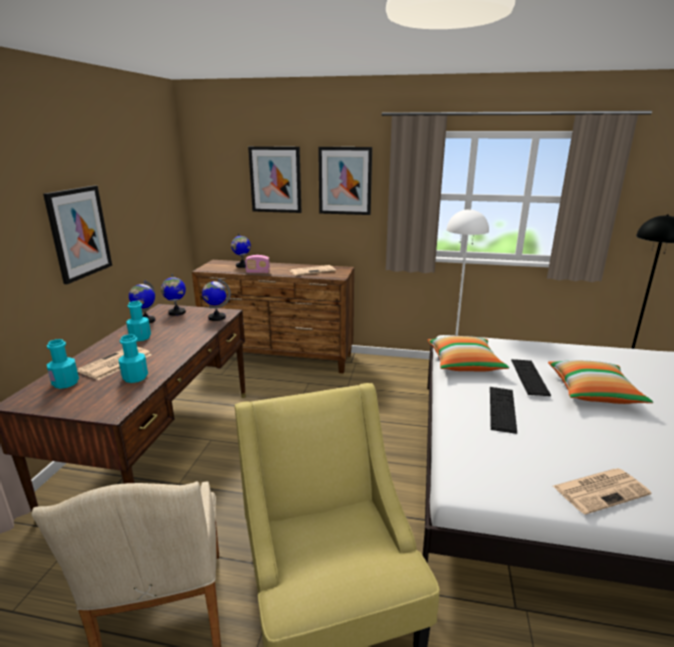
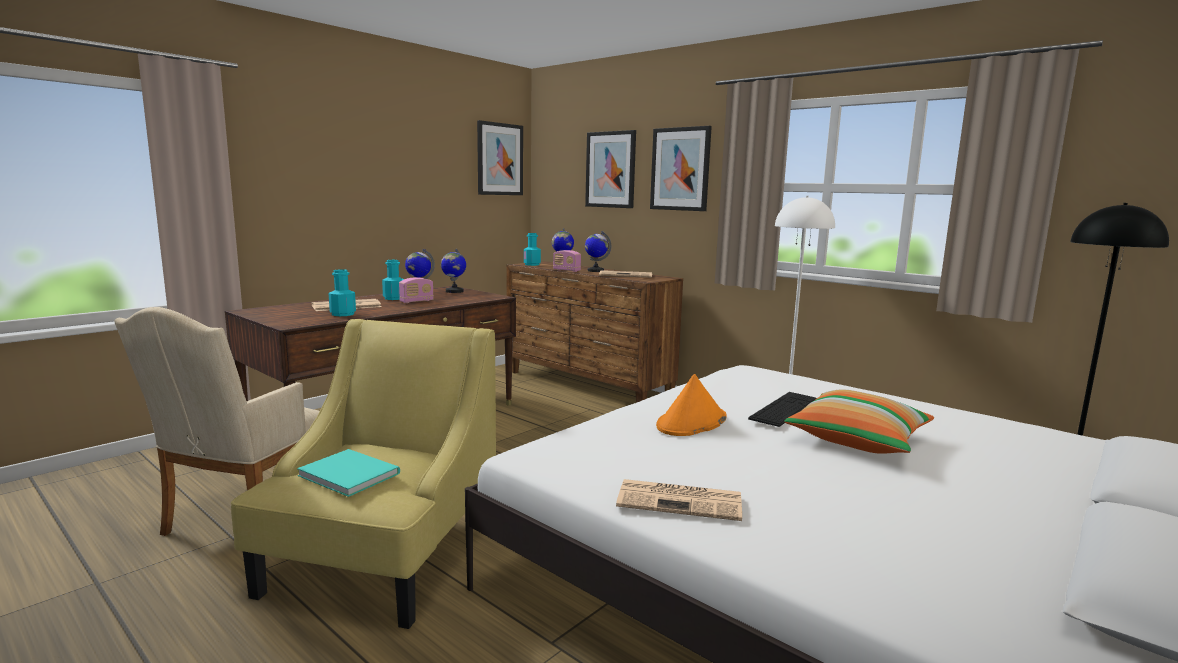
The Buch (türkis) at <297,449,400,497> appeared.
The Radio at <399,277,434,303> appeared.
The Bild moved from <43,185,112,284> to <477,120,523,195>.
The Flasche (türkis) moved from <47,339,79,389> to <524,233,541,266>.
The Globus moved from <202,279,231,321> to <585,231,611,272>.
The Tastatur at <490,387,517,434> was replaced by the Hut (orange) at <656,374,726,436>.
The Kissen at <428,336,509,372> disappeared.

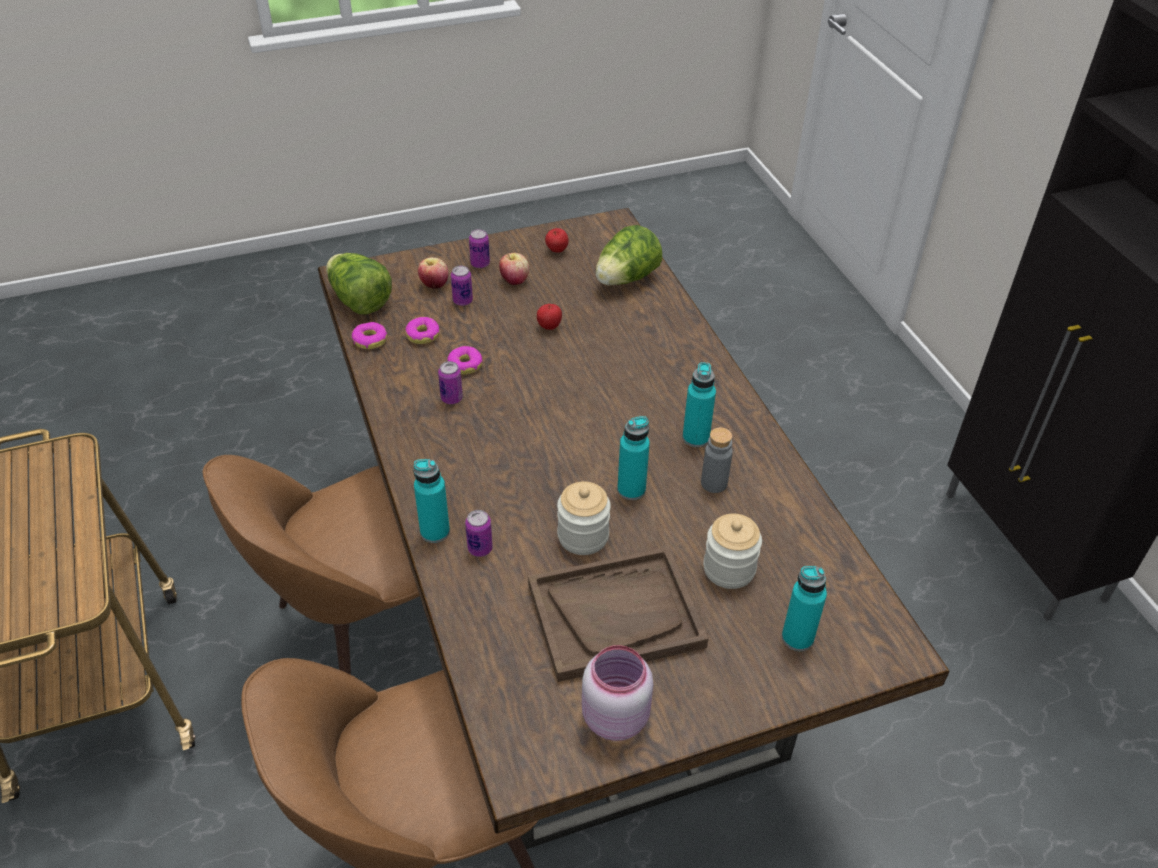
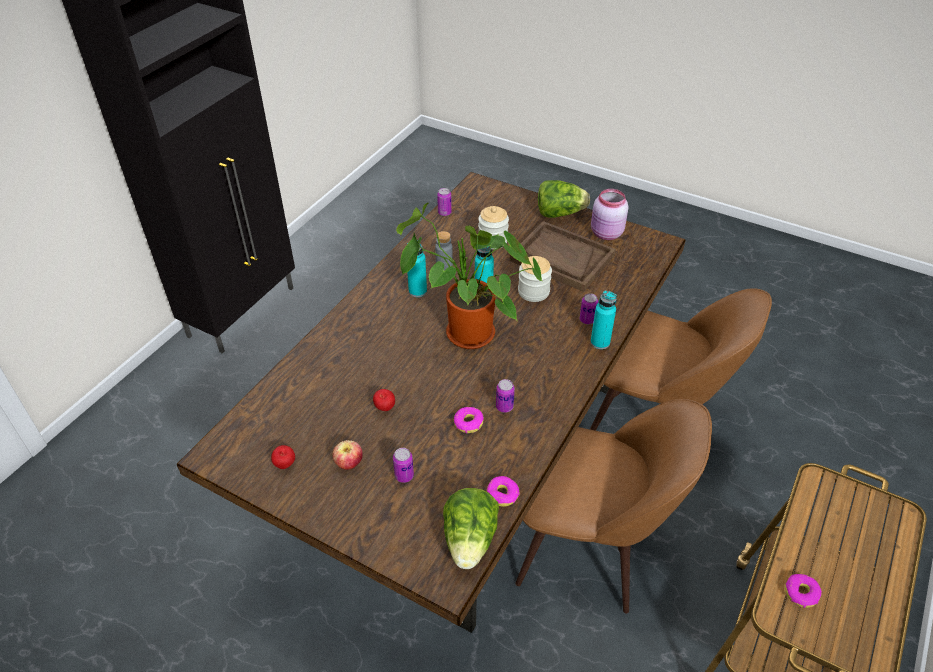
The Topfpflanze at <396,202,543,349> appeared.
The Dose moved from <469,229,490,268> to <437,188,452,216>.
The Salatkopf moved from <595,225,662,286> to <538,180,590,218>.
The Donut moved from <405,317,439,344> to <785,574,822,608>.
The Apfel at <418,257,448,289> disappeared.
The Flasche (türkis) at <782,566,827,651> disappeared.

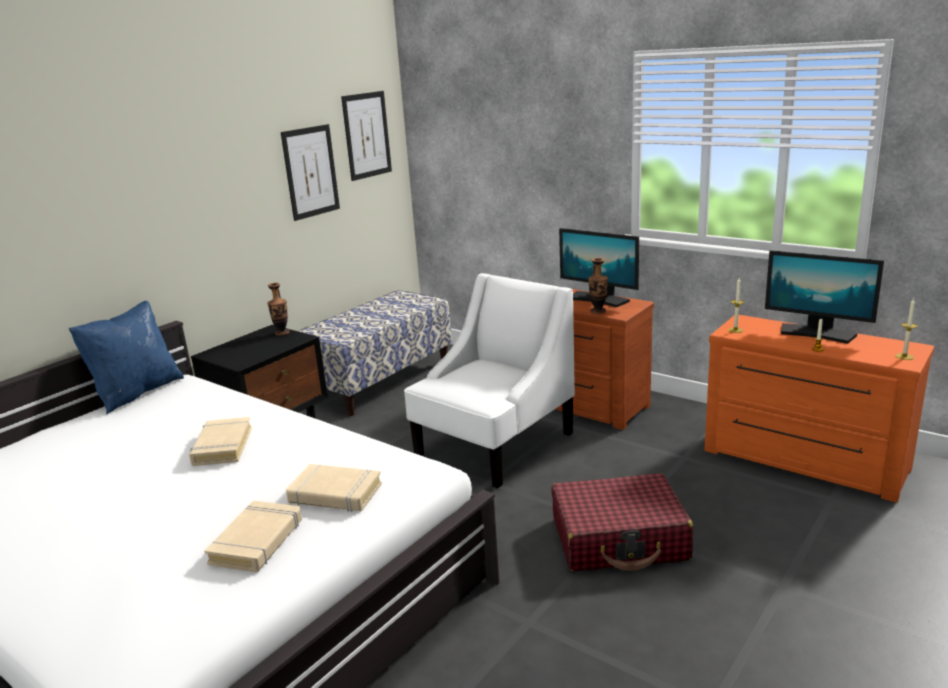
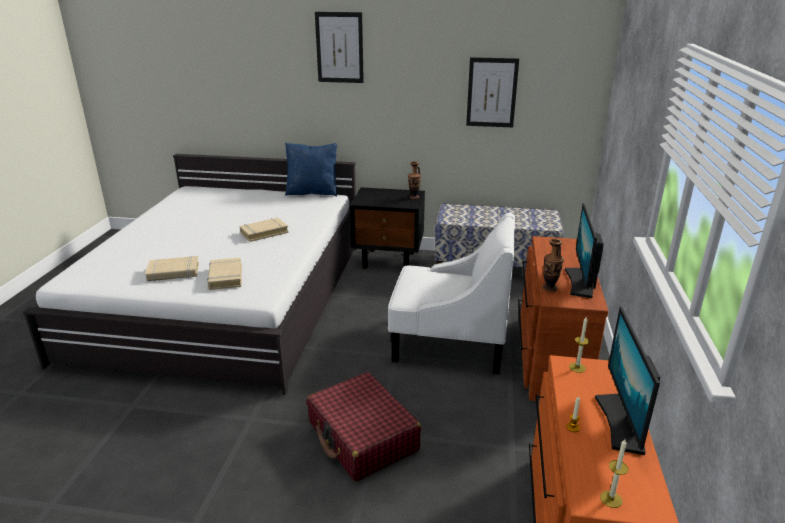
The Bild moved from <341,91,392,181> to <315,12,364,83>.

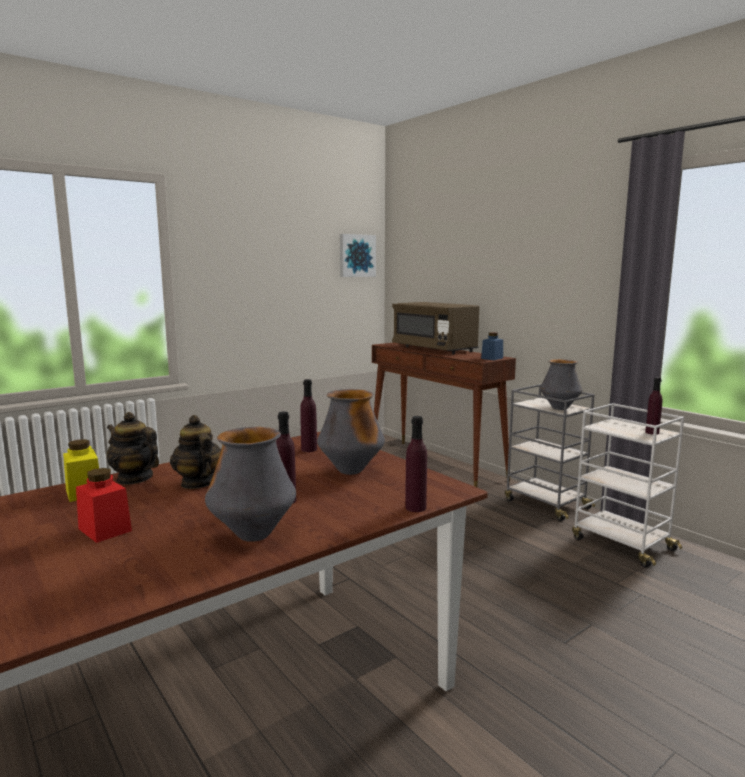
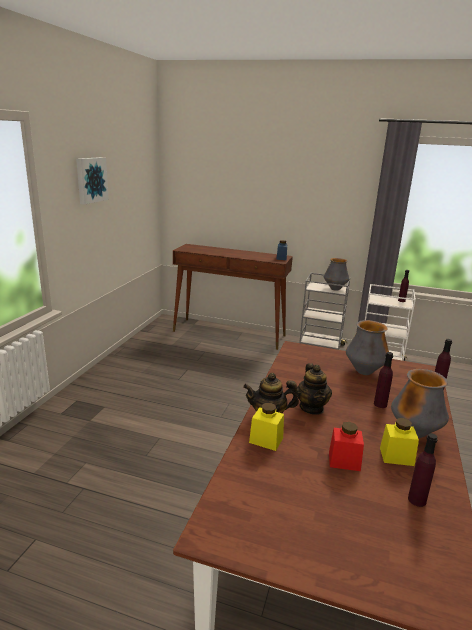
The Bild moved from <340,234,376,277> to <76,157,109,204>.
The Teekanne at <170,415,221,489> turned 120 degrees counterclockwise.
The Vorratsglas (gelb) at <380,418,419,466> appeared.
The Flasche (lila) moved from <300,379,317,452> to <408,433,438,507>.
The Mikrowelle (braun) at <392,302,479,354> disappeared.

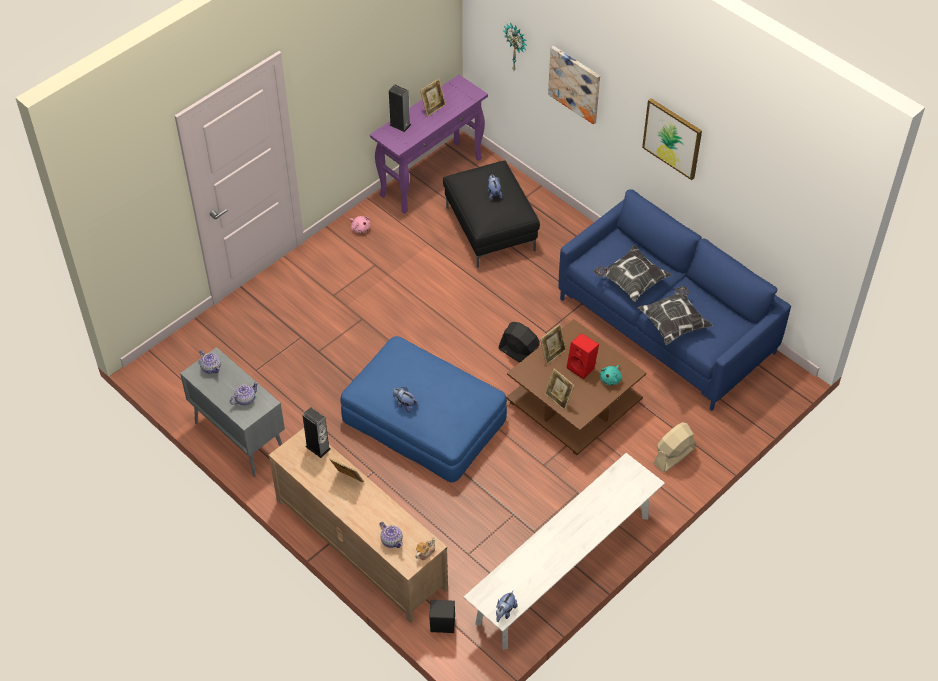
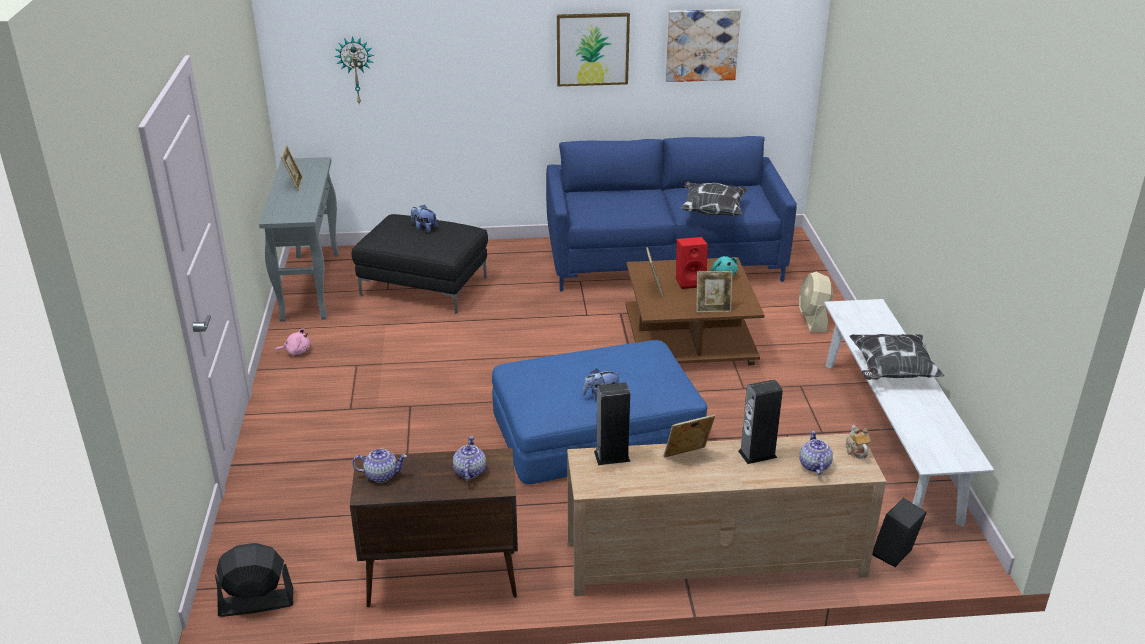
The Ventilator (schwarz) moved from <499,322,540,362> to <215,543,293,617>.
The Konsolentisch (lila) at <370,75,488,214> became the Konsolentisch (grau) at <259,157,339,322>.
The Schrank (grau) at <180,347,285,477> became the Schrank (braun) at <350,448,518,607>.
The Bild moved from <548,46,600,125> to <666,9,741,82>.
The Lautsprecher moved from <389,84,411,132> to <738,379,783,464>.
The Teekanne at <379,522,403,548> turned 90 degrees counterclockwise.
The Kissen moved from <594,245,672,302> to <850,334,945,380>.
The Plüschtier at <496,591,518,622> disappeared.

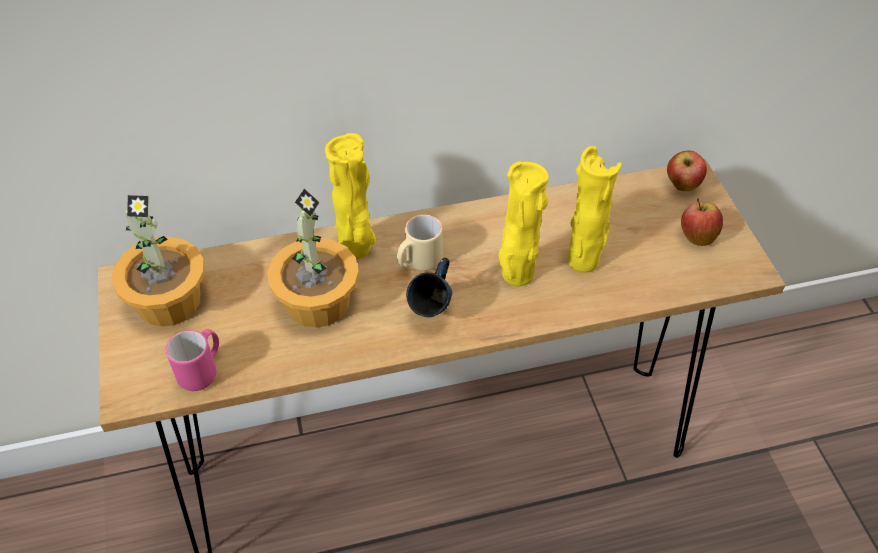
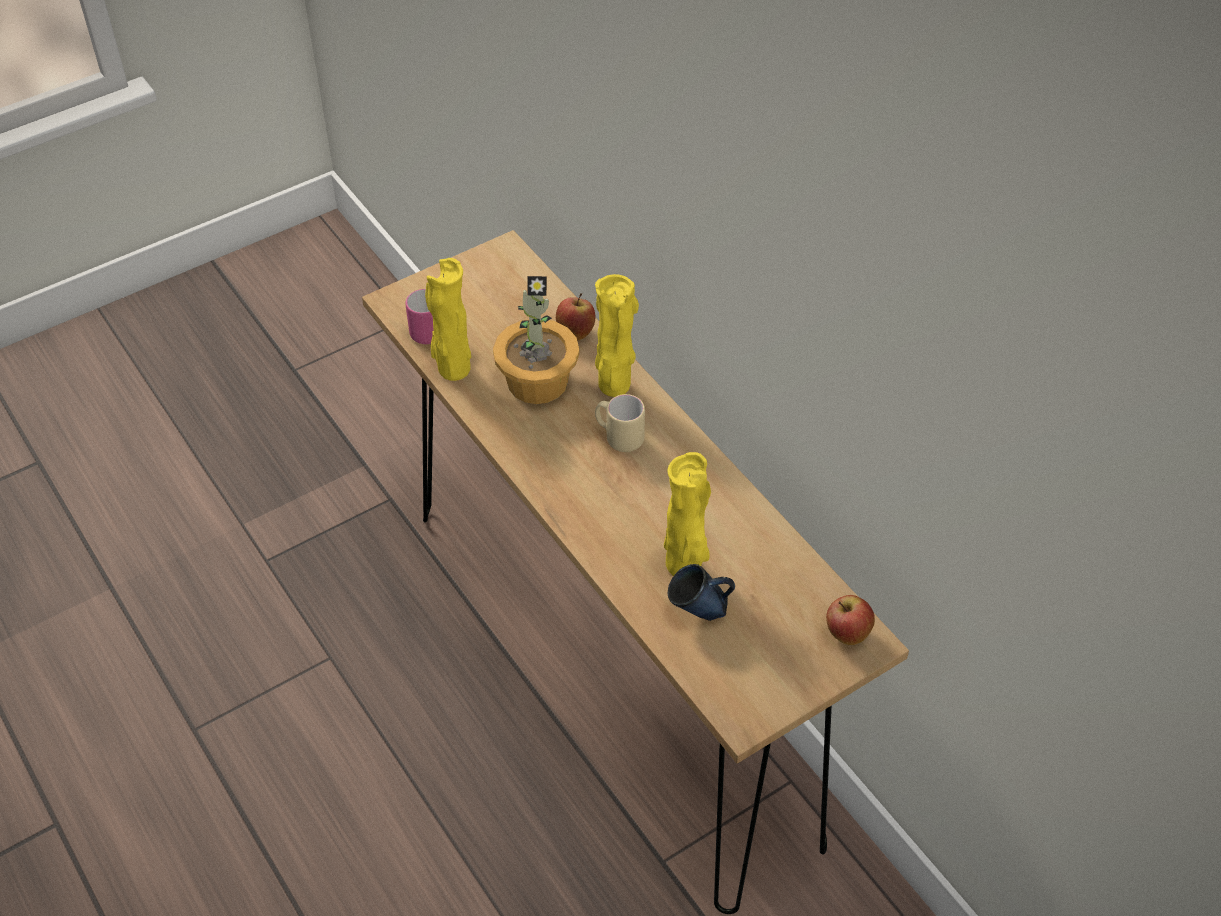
The Vase (gelb) moved from <498,161,549,287> to <425,258,471,381>.
The Apfel moved from <681,198,723,246> to <556,293,595,341>.
The Henkelbecher (blau) moved from <406,258,452,317> to <668,564,735,621>.
The Topfpflanze at <112,195,205,327> disappeared.

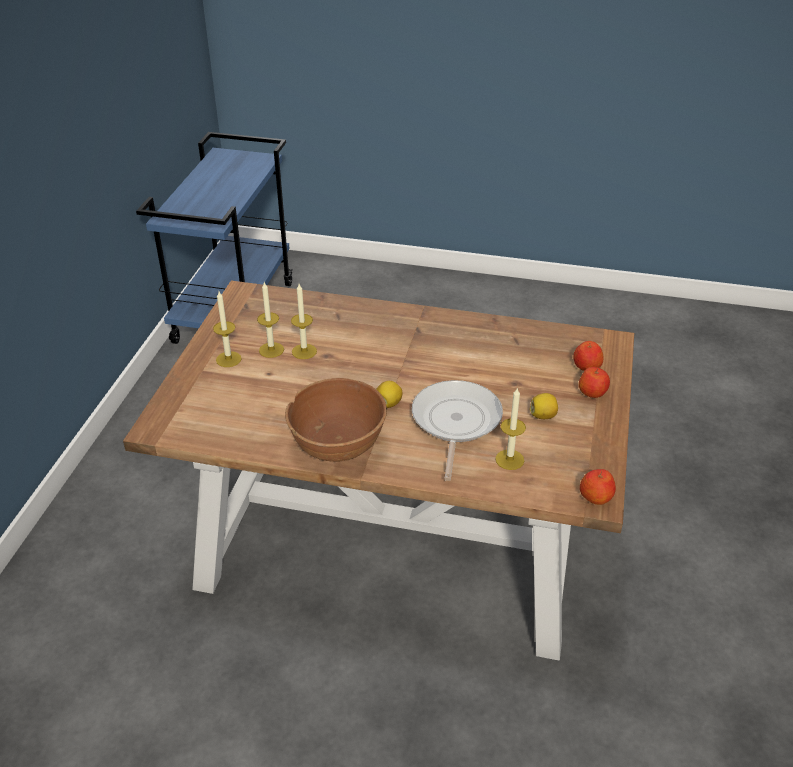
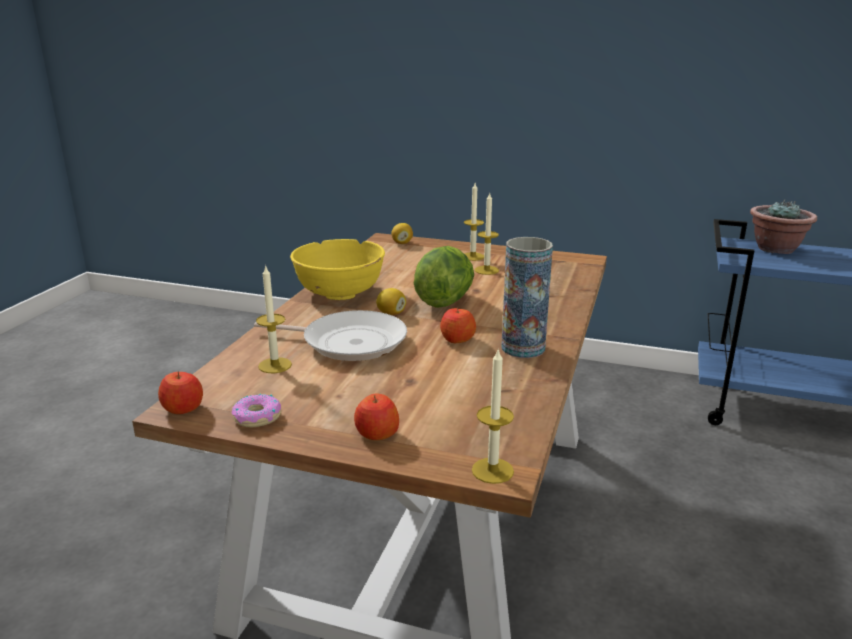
The Donut at <232,394,281,427> appeared.
The Schüssel (braun) at <285,378,387,462> became the Schüssel (gelb) at <290,239,385,300>.
The Zitrone moved from <530,393,558,419> to <391,223,413,244>.
The Salatkopf at <414,246,474,308> appeared.
The Apfel moved from <573,341,603,371> to <440,306,476,343>.
The Kerze moved from <291,284,317,359> to <472,349,514,484>.
The Vase at <501,237,553,358> appeared.
The Topfpflanze at <750,199,817,254> appeared.

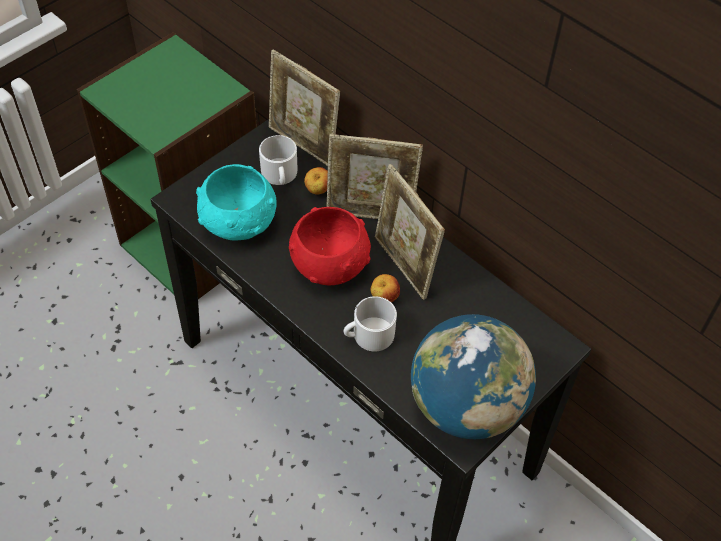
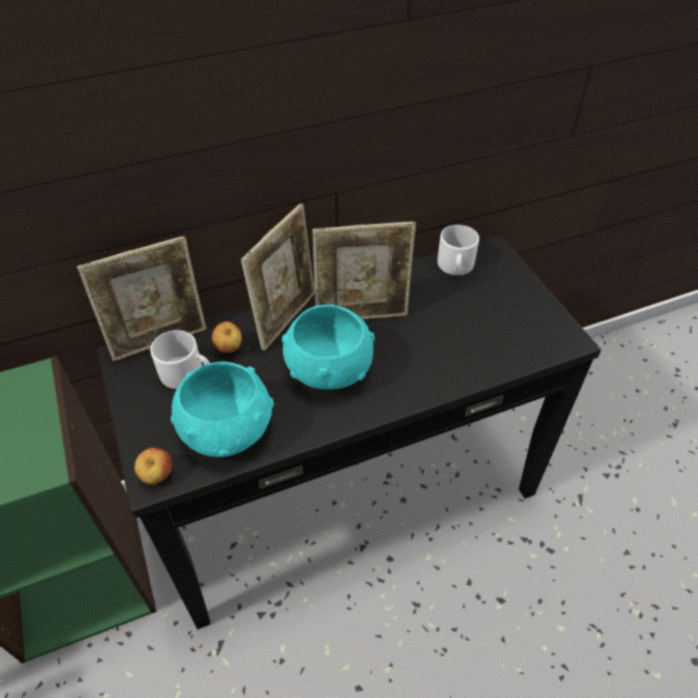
The Apfel moved from <371,274,400,302> to <135,447,172,485>.
The Schüssel (rot) at <289,207,371,285> became the Schüssel (türkis) at <282,304,375,390>.
The Henkelbecher (weiß) moved from <344,296,397,352> to <437,225,479,275>.
The Globus at <411,314,536,439> disappeared.

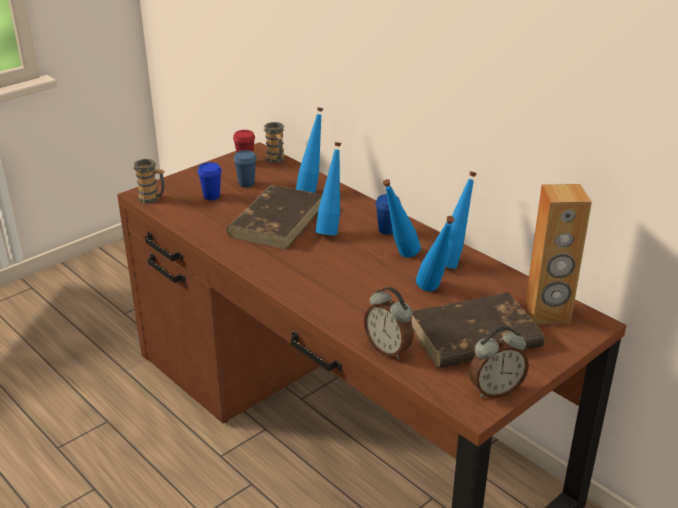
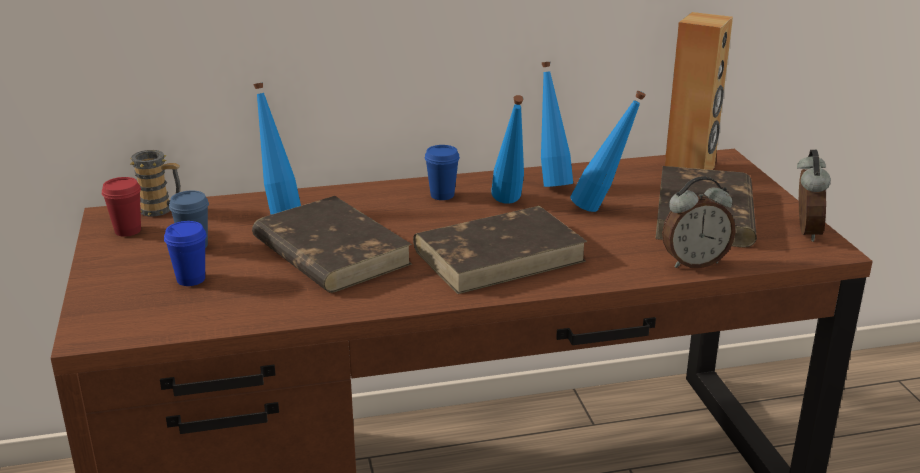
The Buch (braun) at <413,206,587,294> appeared.
The Henkelbecher at <132,159,165,203> disappeared.
The Flasche (blau) at <316,142,341,235> disappeared.

